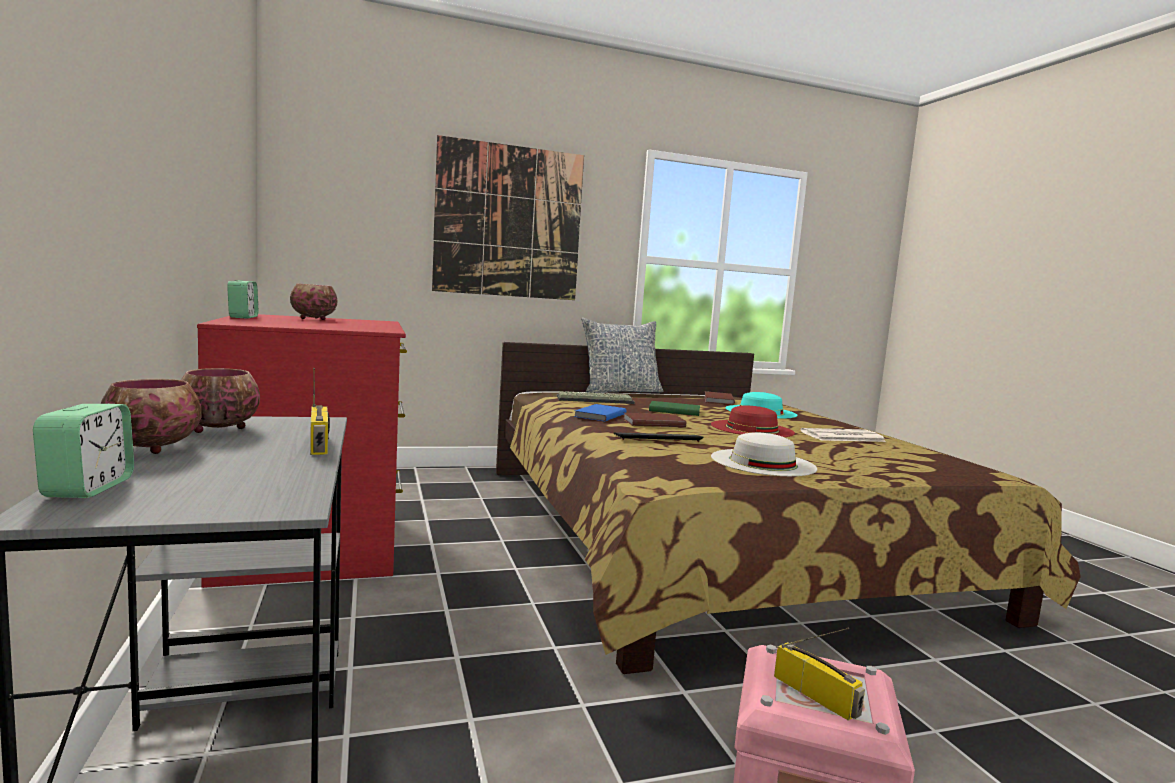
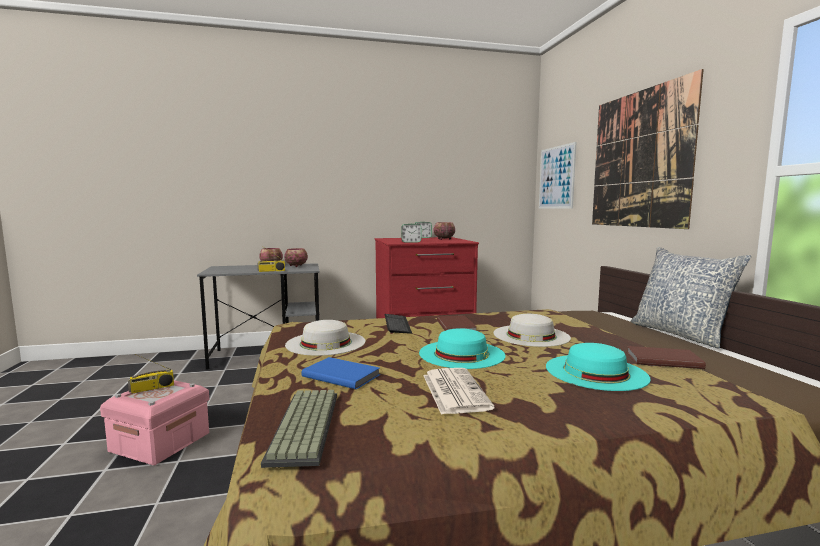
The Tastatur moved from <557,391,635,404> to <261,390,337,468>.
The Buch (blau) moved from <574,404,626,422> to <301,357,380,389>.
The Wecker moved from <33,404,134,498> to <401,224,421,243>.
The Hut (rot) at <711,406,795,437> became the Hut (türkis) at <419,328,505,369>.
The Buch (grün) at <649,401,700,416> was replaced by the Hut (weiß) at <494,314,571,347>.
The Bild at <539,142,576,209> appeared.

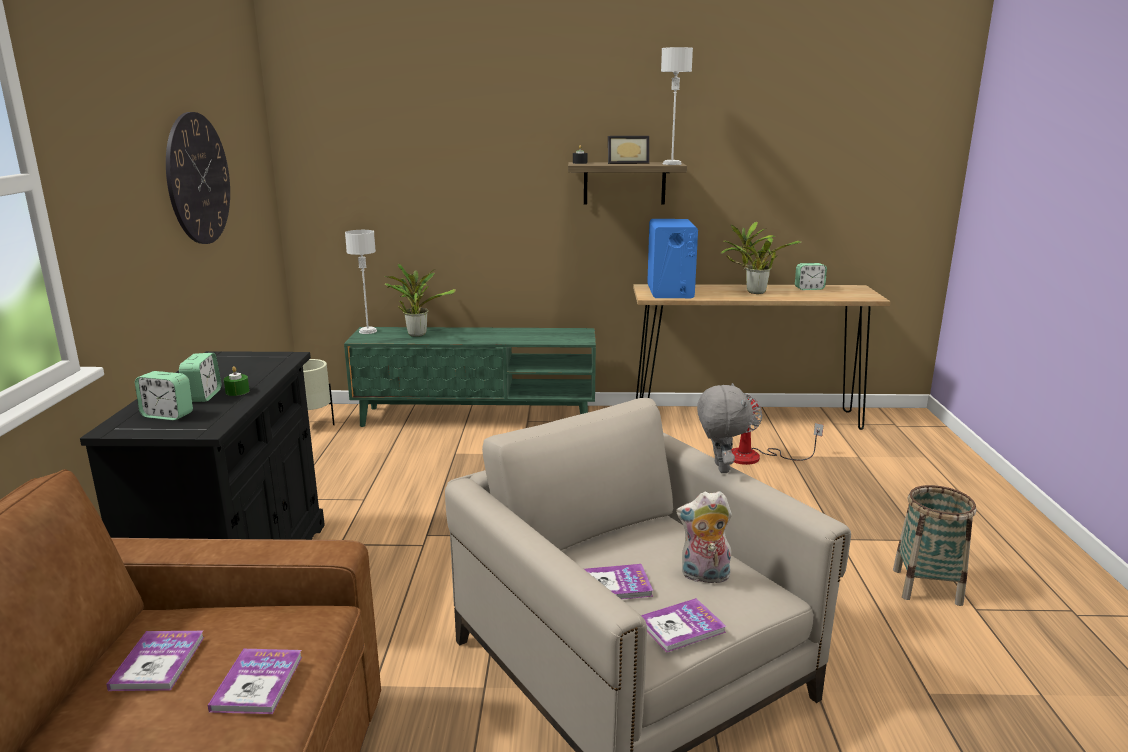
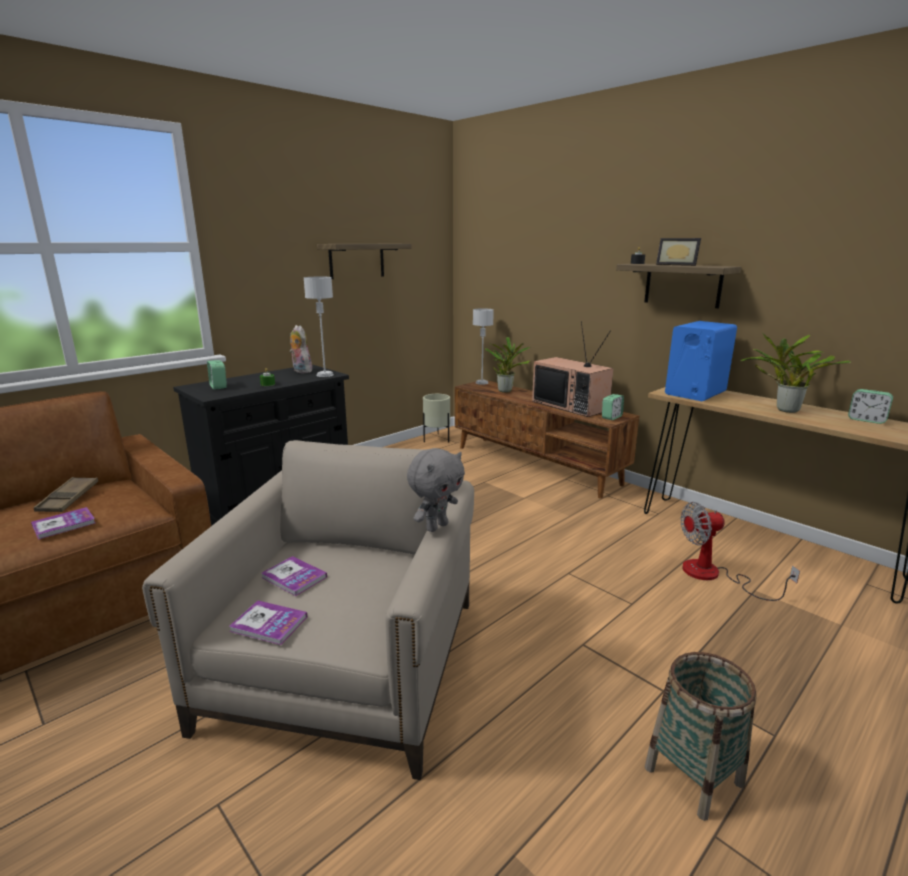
The Buch at <106,631,204,691> was replaced by the Tablett (braun) at <34,477,98,512>.
The Plüschtier moved from <676,491,732,583> to <290,325,312,373>.
The Tischlampe (grau) moved from <661,47,693,165> to <304,277,334,377>.
The Wanduhr at <166,112,230,244> was replaced by the Wandregal at <317,244,411,279>.
The Fernsehschrank (grün) at <344,327,596,427> became the Fernsehschrank (braun) at <455,380,639,498>.
The Fernseher at <532,321,613,417> appeared.
The Wecker moved from <179,353,221,402> to <602,394,624,420>.

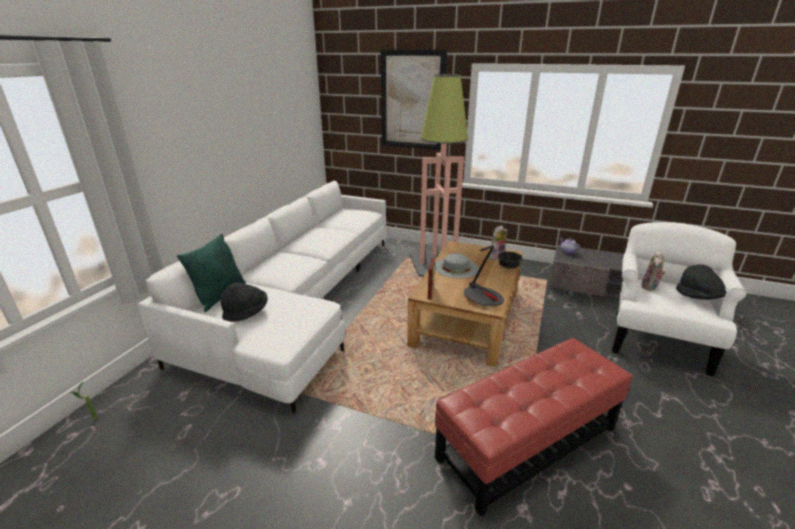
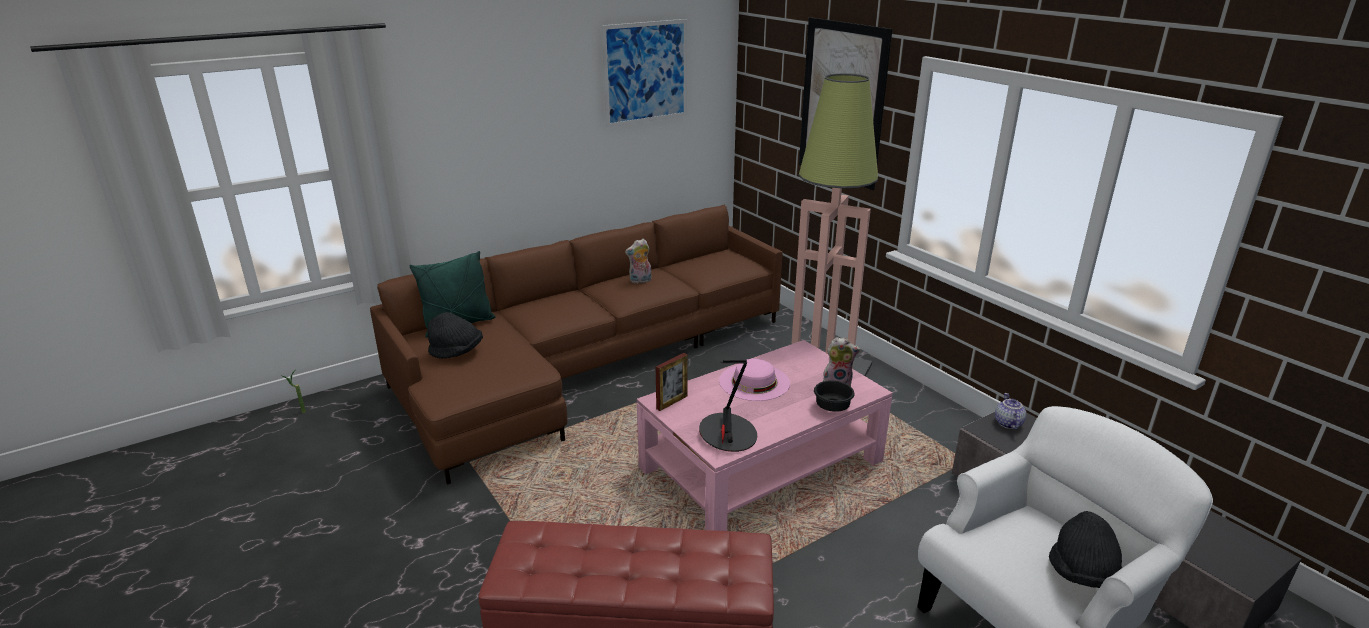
The Sofa (weiß) at <138,180,386,413> became the Sofa (braun) at <370,205,783,485>.
The Bild at <602,19,687,127> appeared.
The Plüschtier moved from <641,251,666,291> to <625,239,652,284>.
The Couchtisch (braun) at <407,241,522,367> became the Couchtisch (rosa) at <637,340,893,531>.
The Hut (grau) at <435,254,479,278> became the Hut (rosa) at <719,359,790,401>.

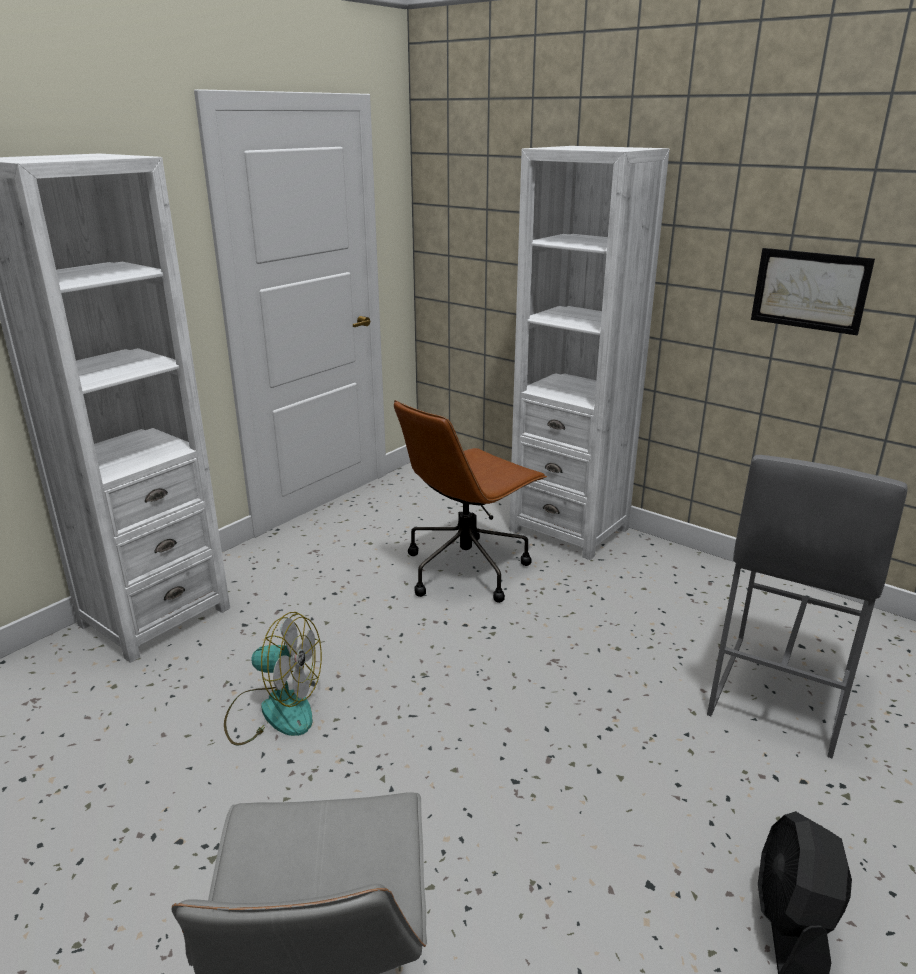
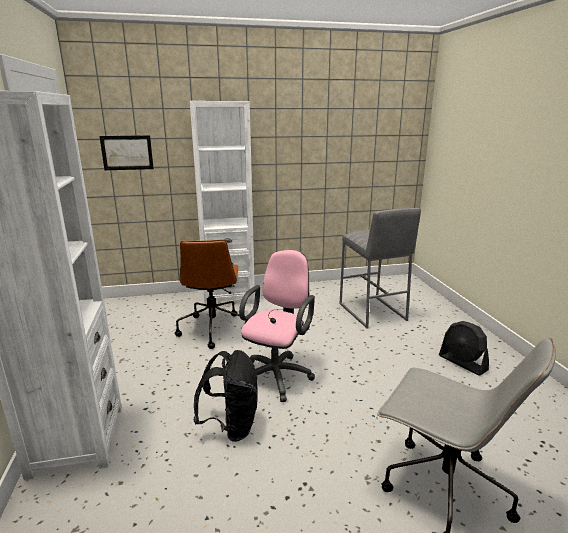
The Bild moved from <751,248,875,335> to <99,135,154,170>.
The Ventilator at <224,612,322,745> was replaced by the Rucksack (schwarz) at <193,350,258,442>.
The Bürostuhl (rosa) at <239,250,315,402> appeared.

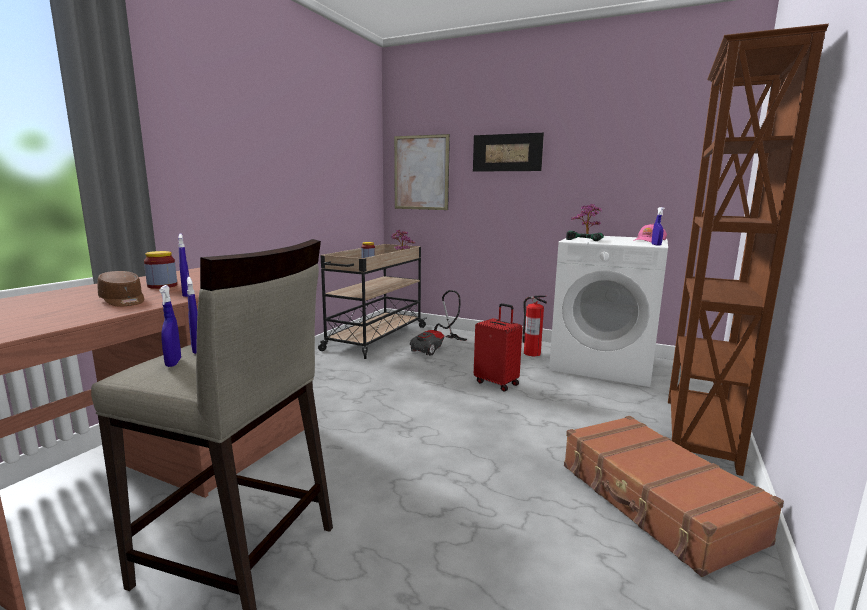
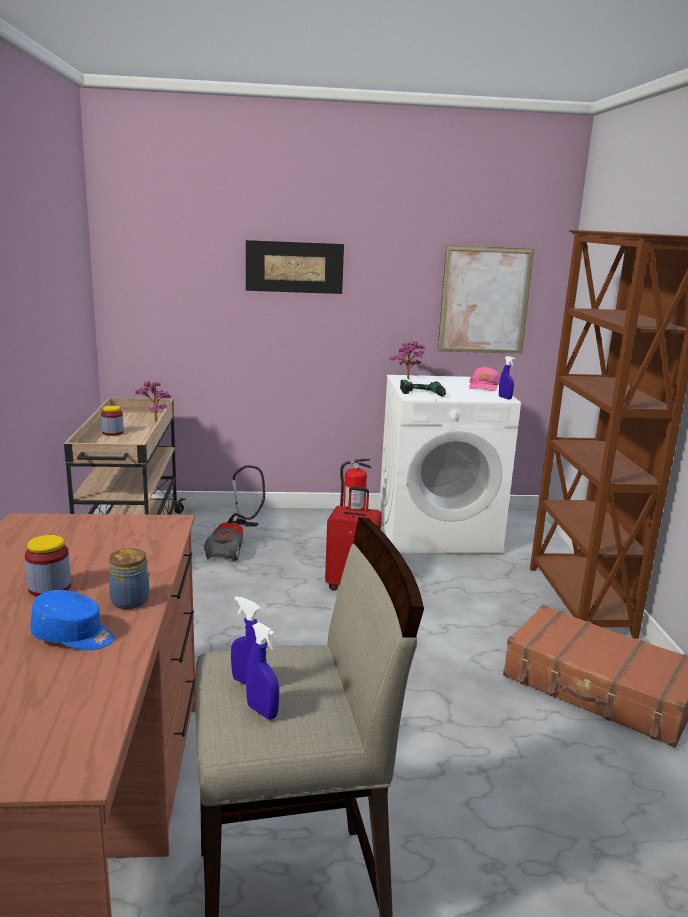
The Kappe (braun) at <97,271,144,307> became the Kappe (blau) at <31,590,114,650>.
The Sprühflasche (blau) at <178,234,189,297> was replaced by the Vorratsglas at <109,548,149,609>.
The Bild moved from <394,134,450,210> to <438,246,534,354>.

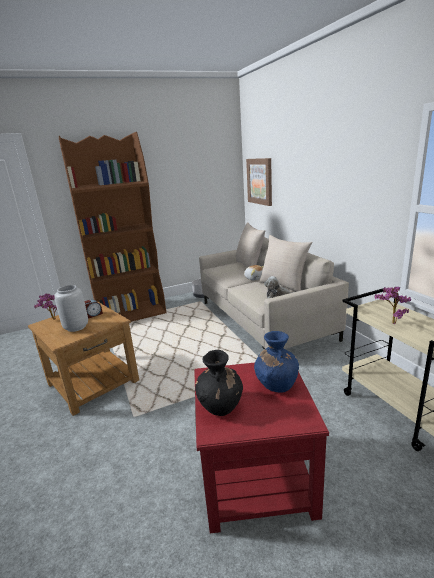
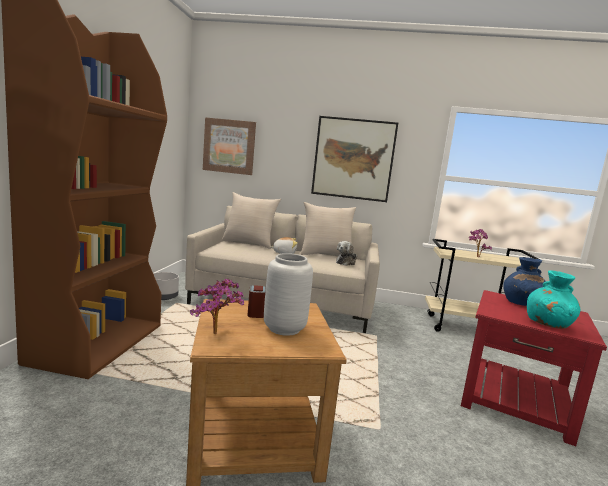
The Bild at <311,116,398,202> appeared.
The Vase (schwarz) at <195,350,243,416> became the Vase (türkis) at <527,270,580,329>.

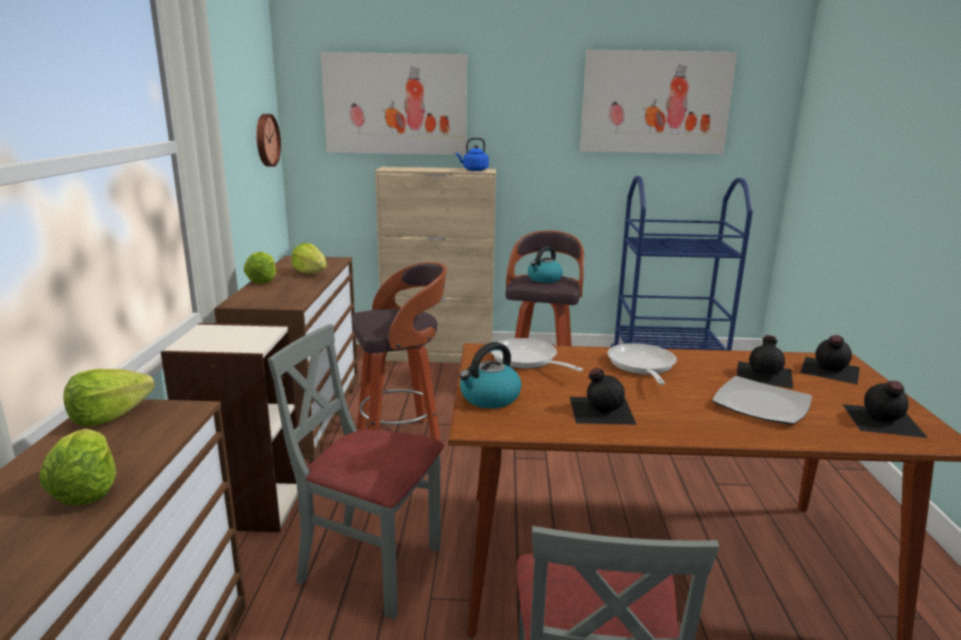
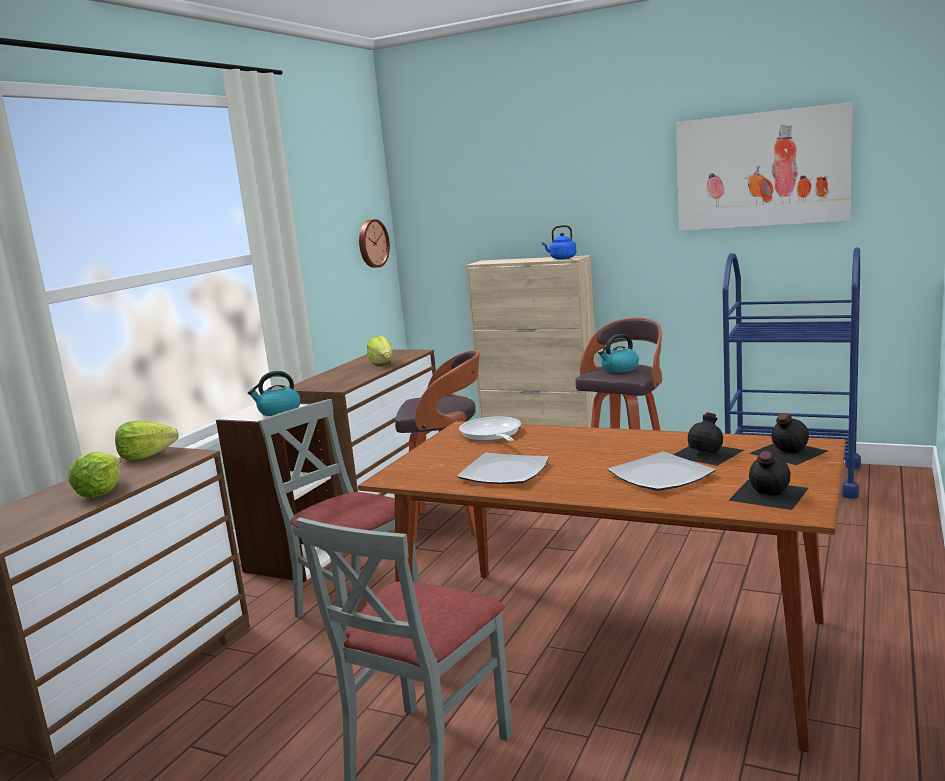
The Wasserkessel moved from <459,342,522,408> to <248,371,301,416>.
The Flasche (schwarz) at <570,368,637,425> was replaced by the Teller at <457,453,549,484>.
The Salatkopf at <244,252,276,284> disappeared.
The Bild at <321,52,467,155> disappeared.
The Pfanne at <607,343,677,385> disappeared.

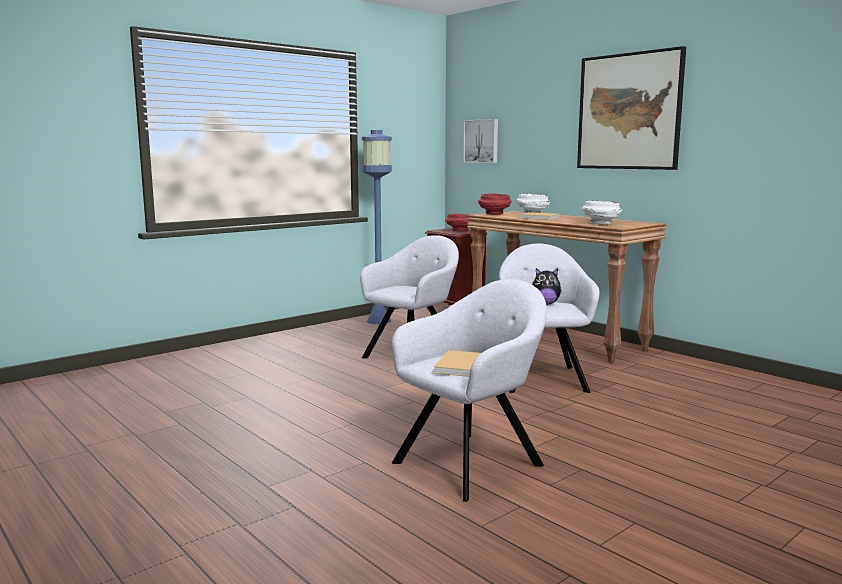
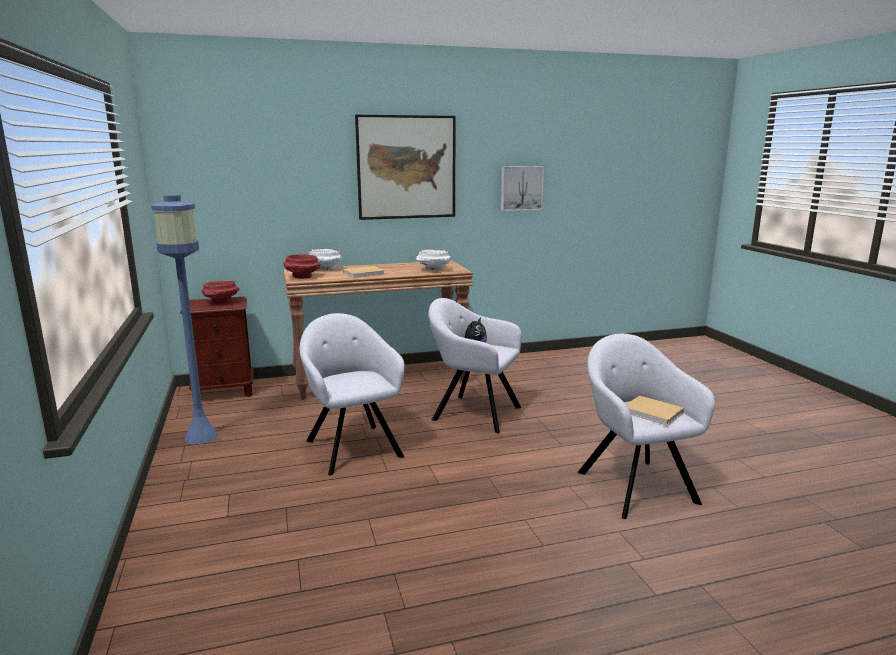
The Bild moved from <463,119,498,163> to <501,166,544,211>.

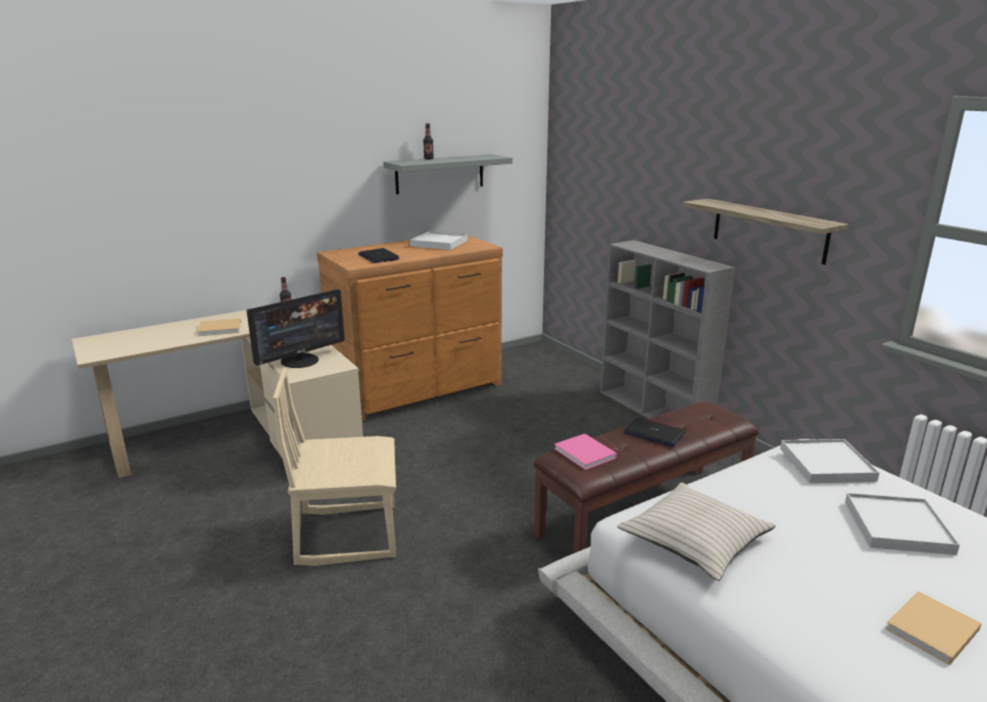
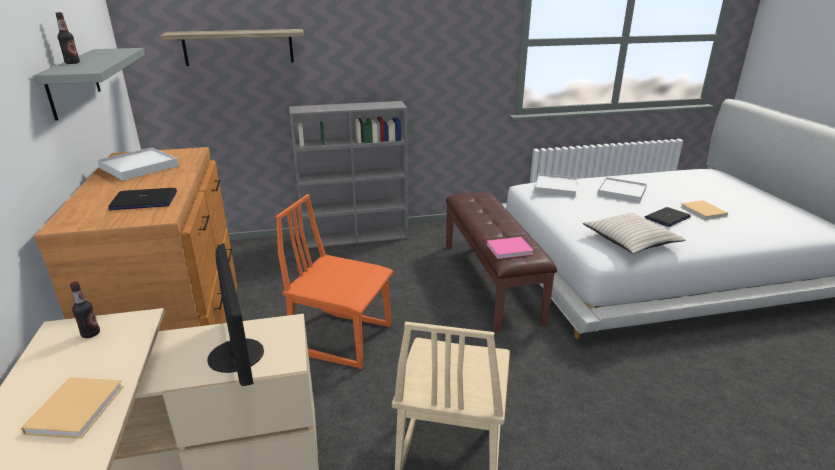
The Wandregal moved from <682,199,849,265> to <161,29,304,66>.
The Stuhl (orange) at <276,194,393,369> appeared.
The Laptop moved from <624,418,686,447> to <645,207,691,227>.

